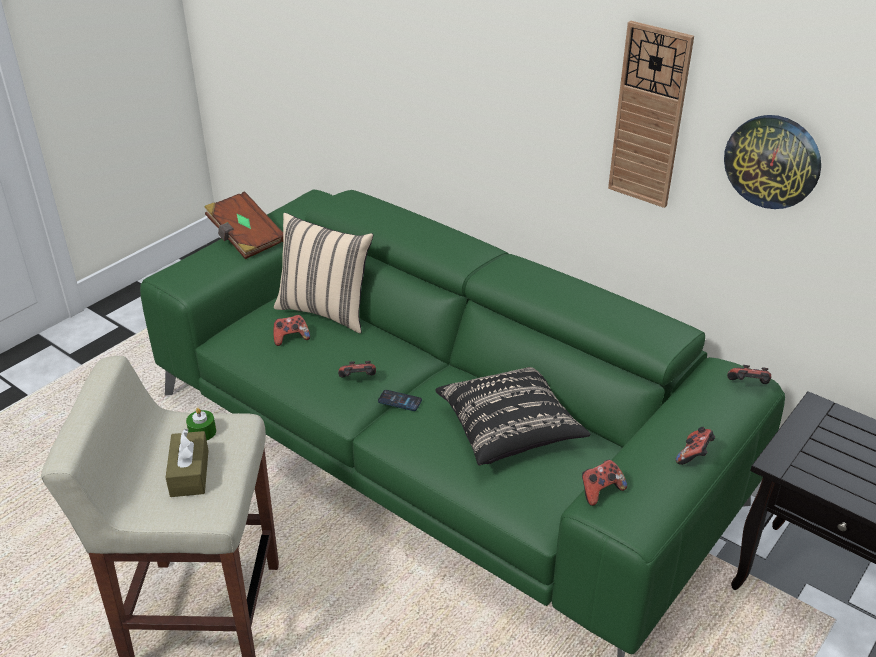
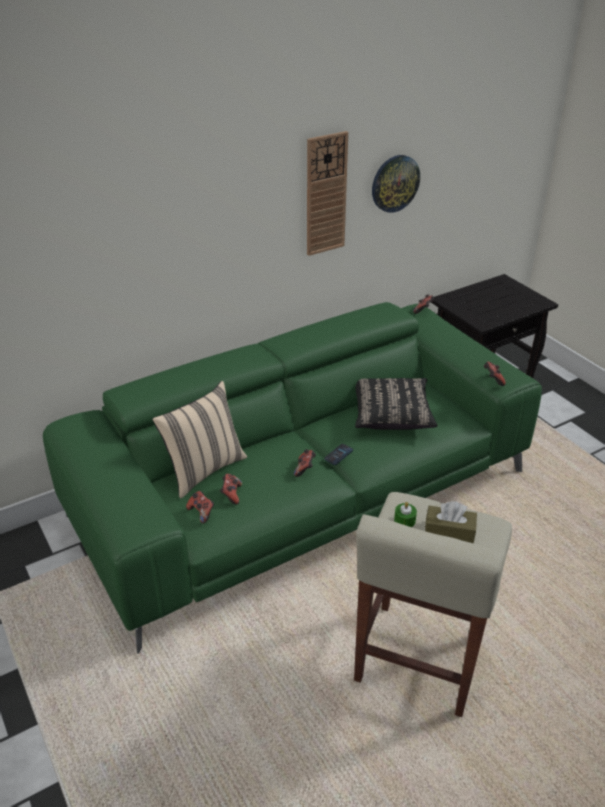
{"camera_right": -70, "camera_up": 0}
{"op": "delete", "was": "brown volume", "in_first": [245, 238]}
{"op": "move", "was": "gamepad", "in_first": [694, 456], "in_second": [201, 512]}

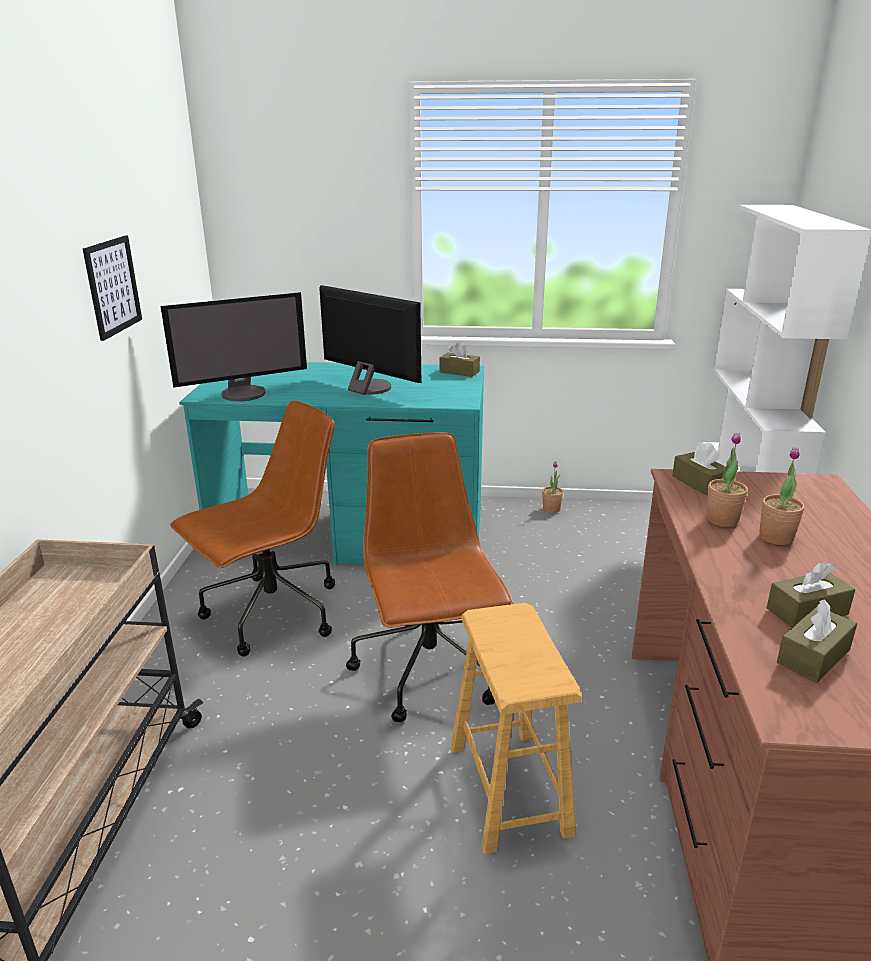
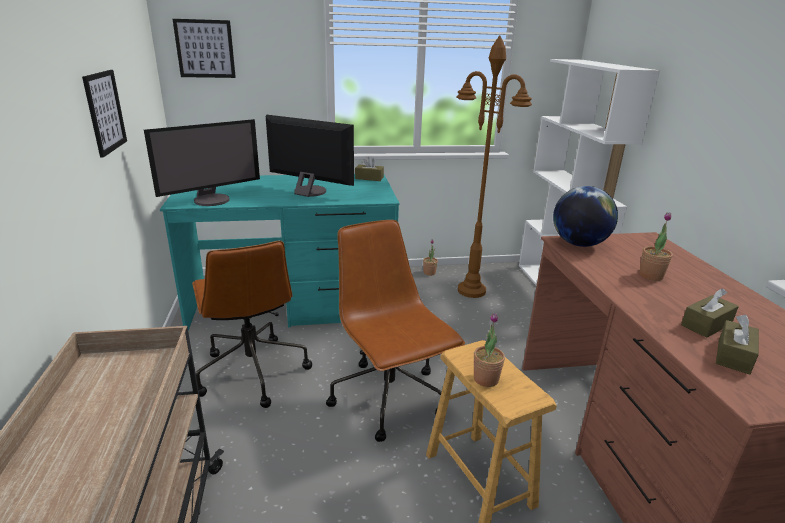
{"camera_right": -15, "camera_up": 0}
{"op": "rotate", "was": "brown computer chair", "in_first": [271, 615], "in_second": [252, 371], "clockwise": 120}
{"op": "replace", "was": "brown tissue box", "now": "globe", "in_first": [699, 483], "in_second": [579, 244]}
{"op": "move", "was": "plant in a pot", "in_first": [722, 520], "in_second": [486, 379]}
{"op": "insert", "now": "picture", "in_second": [205, 49]}
{"op": "insert", "now": "brown standing lamp", "in_second": [472, 291]}

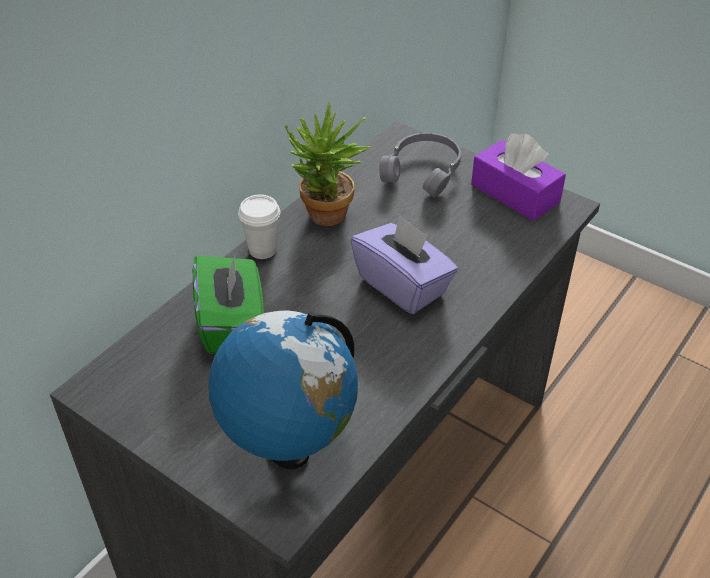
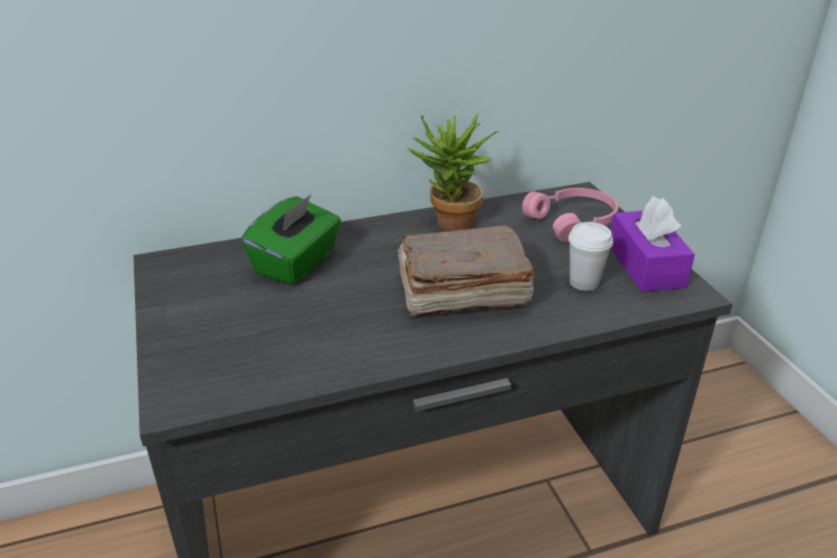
{"camera_right": 35, "camera_up": -10}
{"op": "delete", "was": "globe", "in_first": [289, 450]}
{"op": "move", "was": "white-coloured drinking cup", "in_first": [262, 250], "in_second": [584, 282]}
{"op": "replace", "was": "purplish tissue box", "now": "brown volume", "in_first": [403, 285], "in_second": [460, 291]}
{"op": "recolor", "was": "greyish pair of headphones", "now": "pink-coloured pair of headphones", "in_first": [424, 171], "in_second": [574, 222]}

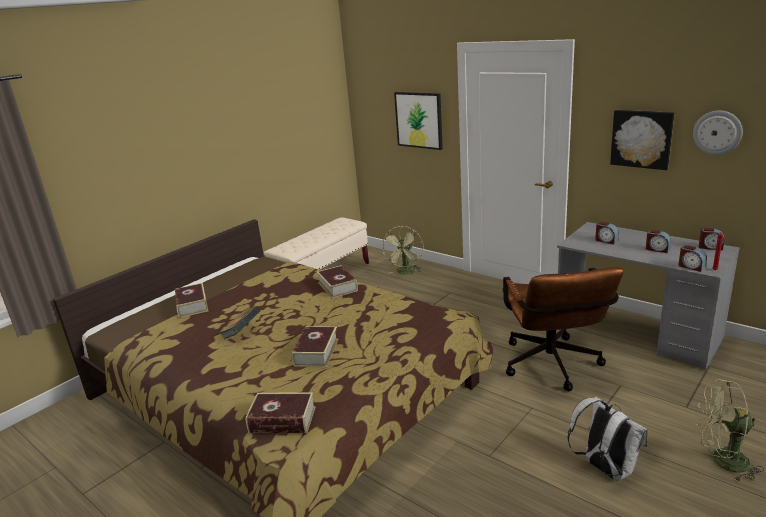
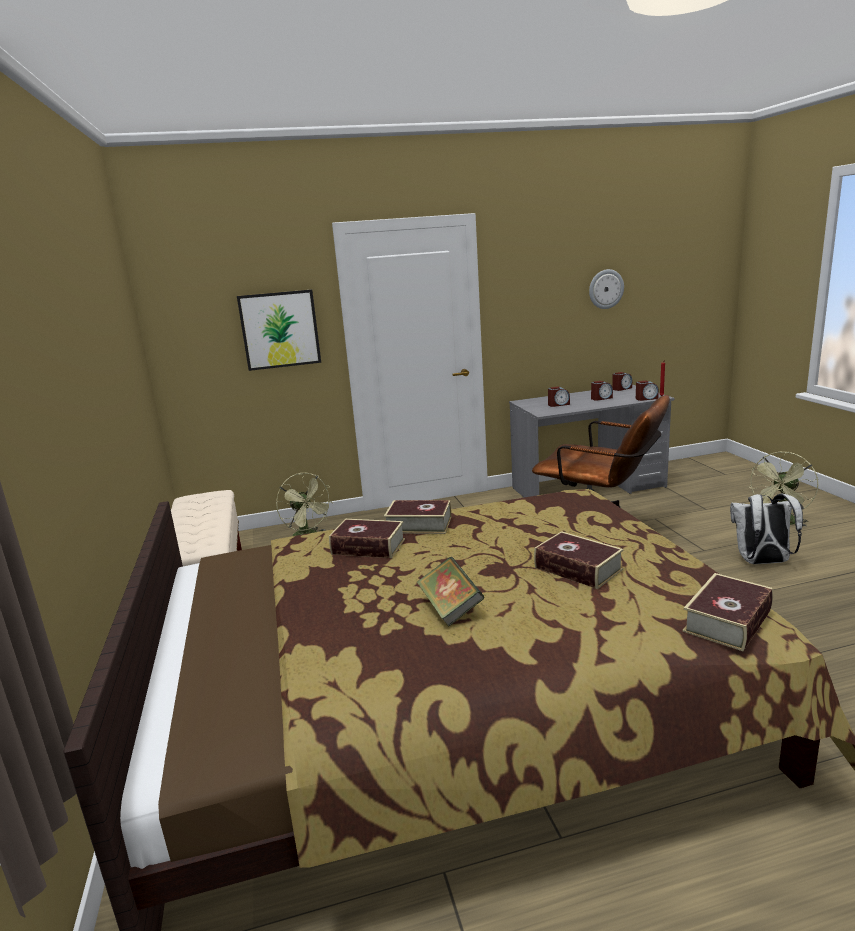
{"camera_right": -55, "camera_up": -5}
{"op": "move", "was": "volume", "in_first": [192, 305], "in_second": [368, 547]}
{"op": "delete", "was": "picture", "in_first": [641, 138]}

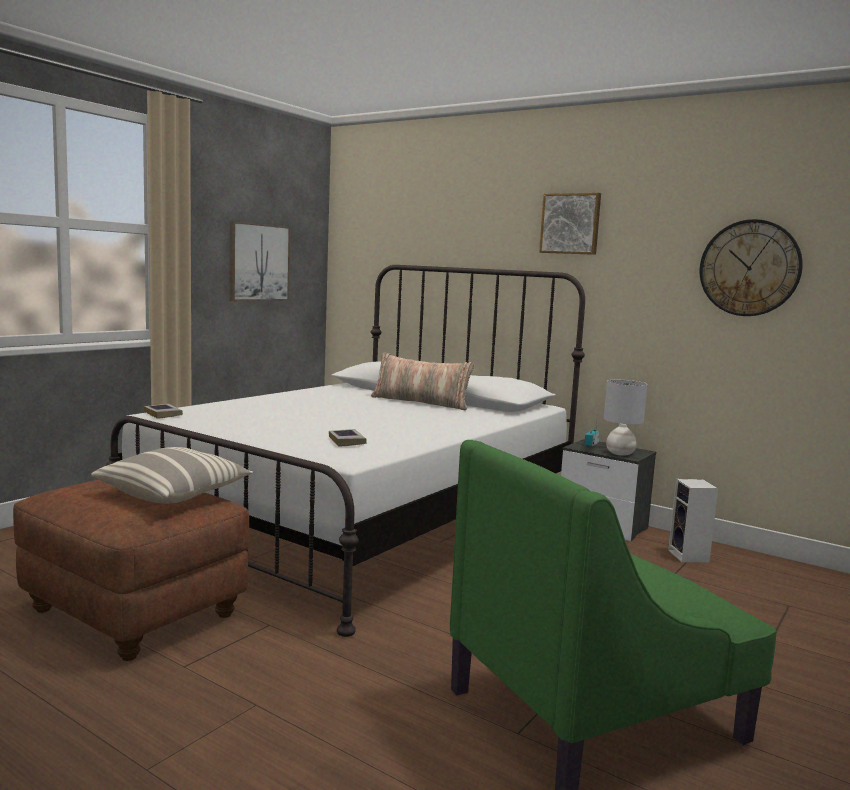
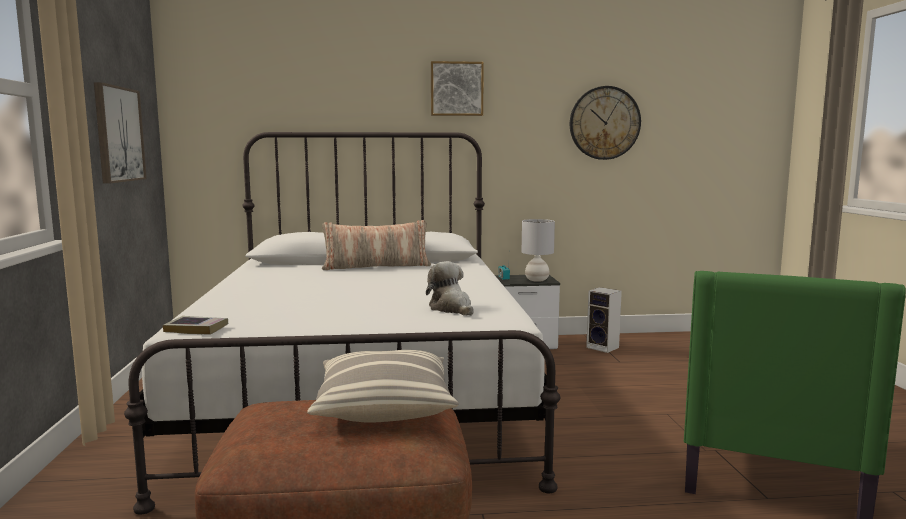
{"camera_right": -40, "camera_up": 0}
{"op": "replace", "was": "volume", "now": "plush toy", "in_first": [347, 441], "in_second": [451, 309]}

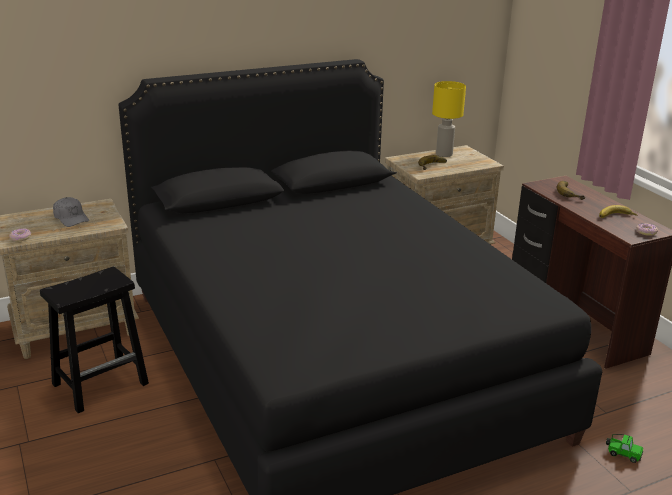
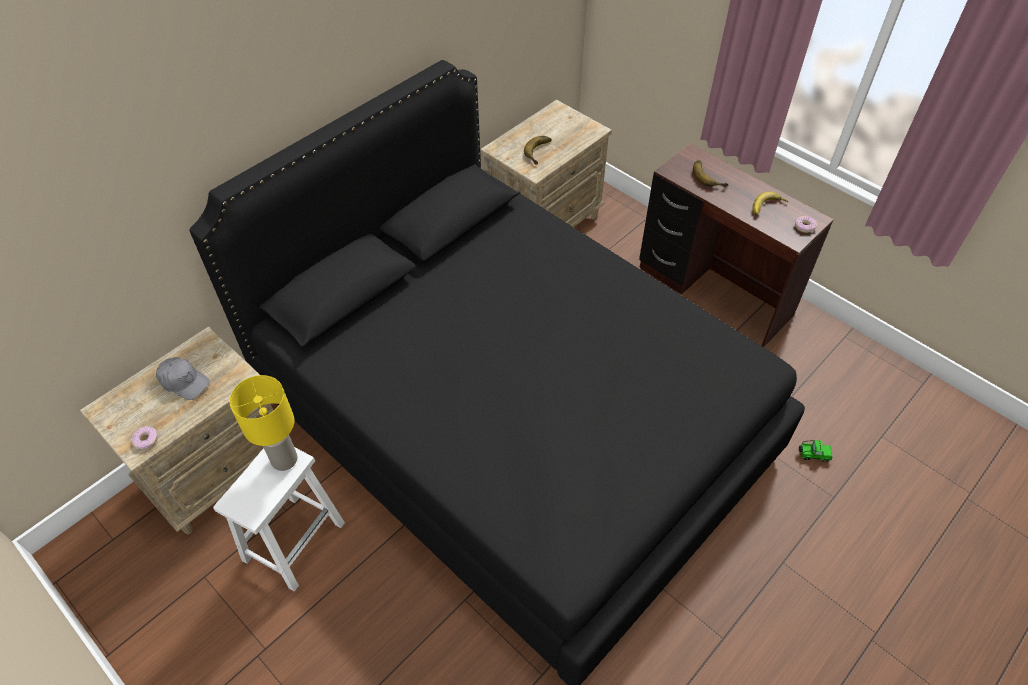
{"camera_right": -20, "camera_up": 25}
{"op": "recolor", "was": "black-coloured stool seat", "now": "white-coloured stool seat", "in_first": [101, 383], "in_second": [294, 540]}
{"op": "move", "was": "yellow-coloured lamp for a table", "in_first": [443, 154], "in_second": [283, 459]}

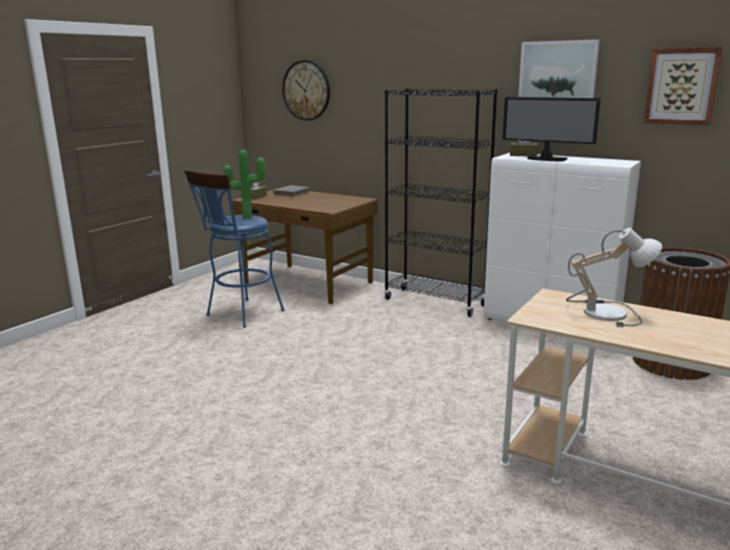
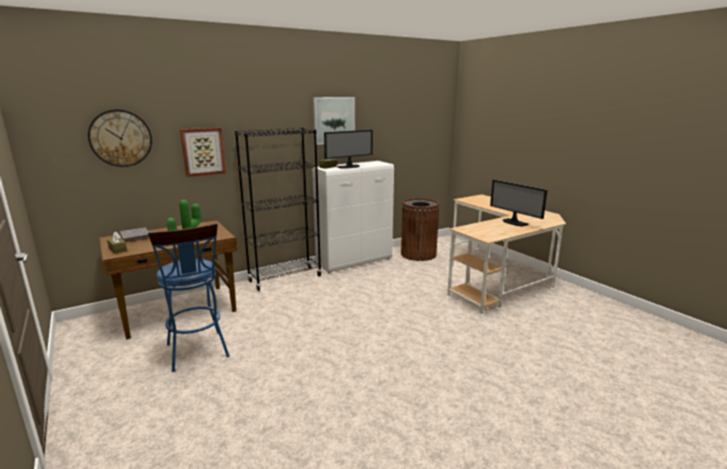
{"camera_right": -65, "camera_up": 0}
{"op": "delete", "was": "lamp for a table", "in_first": [606, 311]}
{"op": "move", "was": "picture", "in_first": [681, 86], "in_second": [203, 151]}
{"op": "insert", "now": "computer screen", "in_second": [514, 223]}

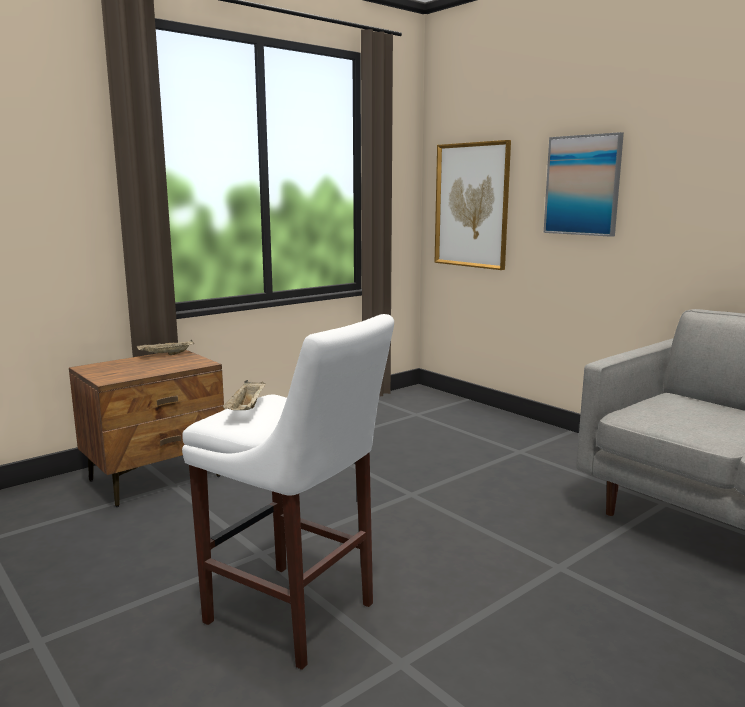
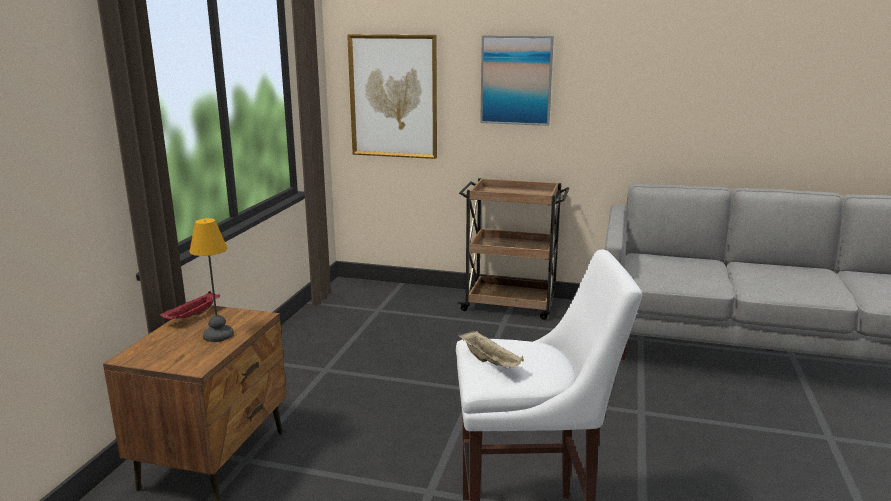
{"camera_right": -35, "camera_up": 5}
{"op": "recolor", "was": "beige-coloured carrying tray", "now": "reddish carrying tray", "in_first": [166, 355], "in_second": [192, 316]}
{"op": "insert", "now": "lamp for a table", "in_second": [219, 335]}
{"op": "insert", "now": "brown cart", "in_second": [511, 305]}

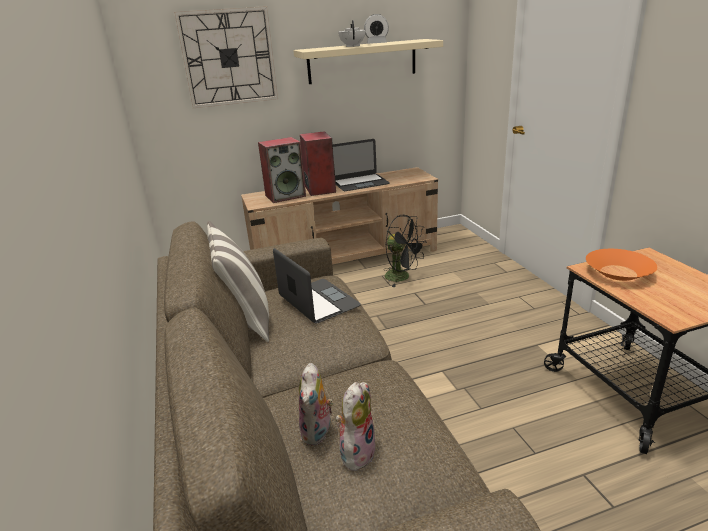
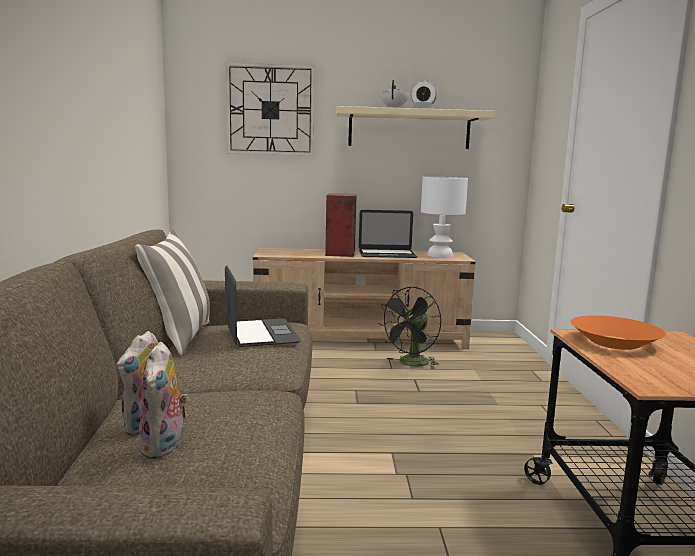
{"camera_right": 15, "camera_up": -15}
{"op": "delete", "was": "loudspeaker", "in_first": [286, 195]}
{"op": "rotate", "was": "plush toy", "in_first": [356, 451], "in_second": [165, 447], "clockwise": 135}
{"op": "rotate", "was": "black-coloured electric fan", "in_first": [402, 277], "in_second": [411, 364], "clockwise": 75}
{"op": "insert", "now": "white-coloured lamp for a table", "in_second": [440, 255]}

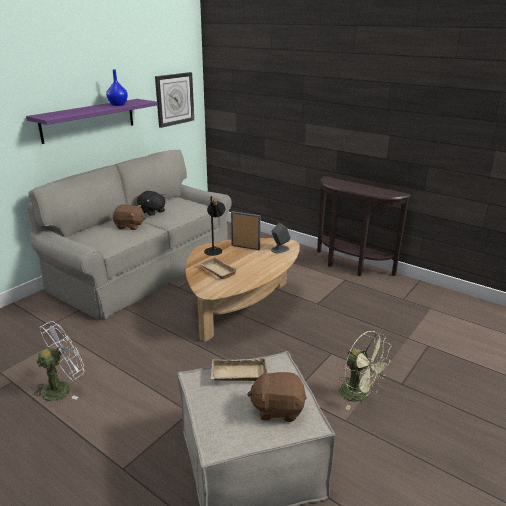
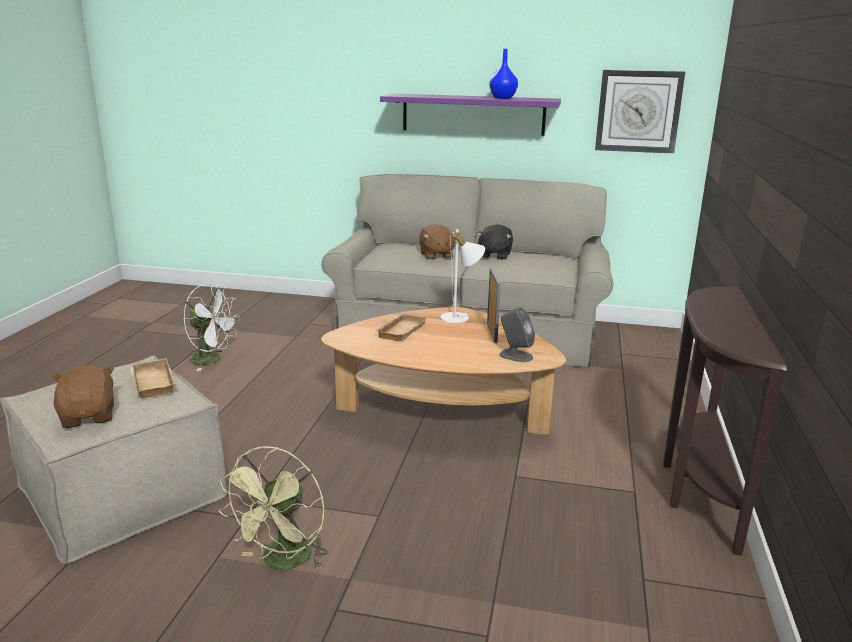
{"camera_right": 65, "camera_up": -5}
{"op": "recolor", "was": "black-coloured lamp for a table", "now": "white-coloured lamp for a table", "in_first": [214, 250], "in_second": [460, 317]}

